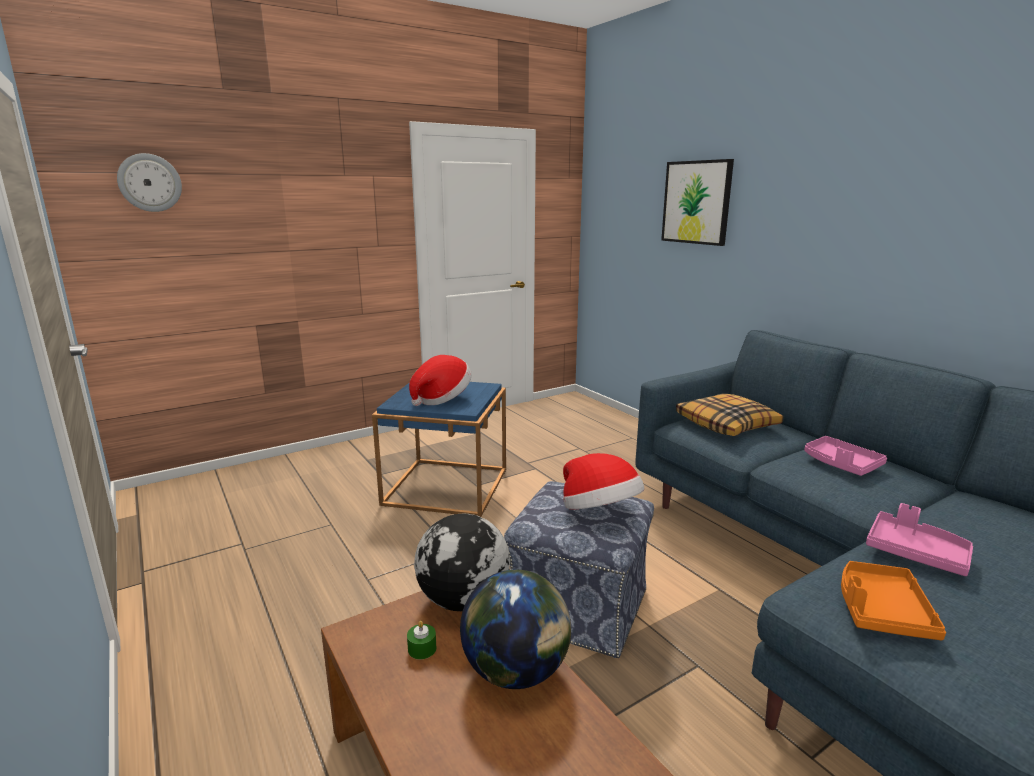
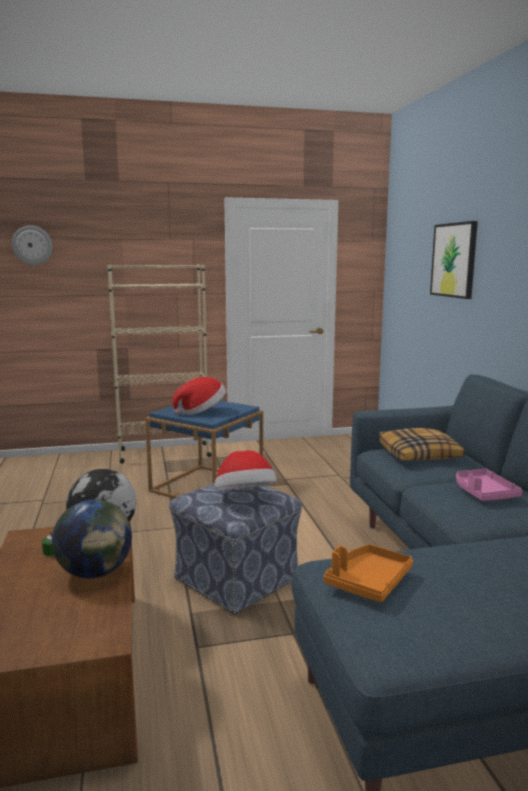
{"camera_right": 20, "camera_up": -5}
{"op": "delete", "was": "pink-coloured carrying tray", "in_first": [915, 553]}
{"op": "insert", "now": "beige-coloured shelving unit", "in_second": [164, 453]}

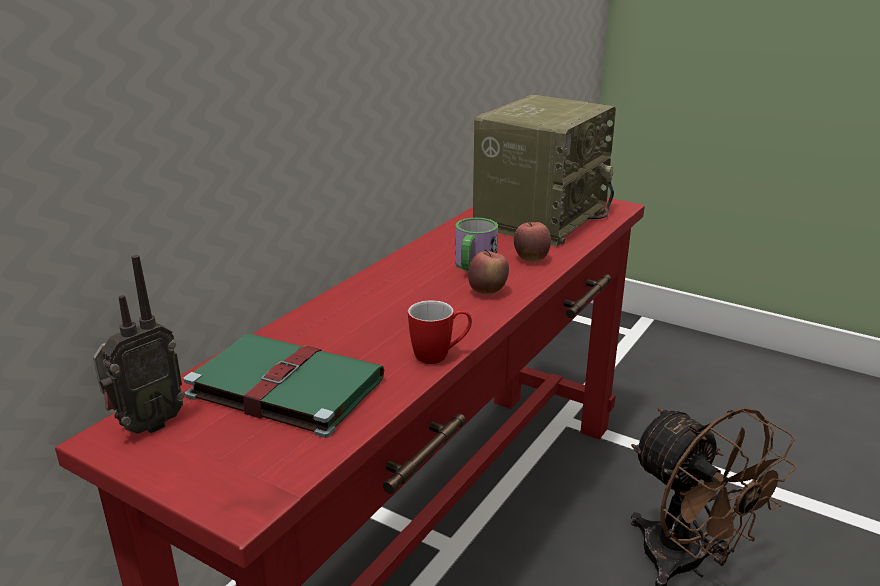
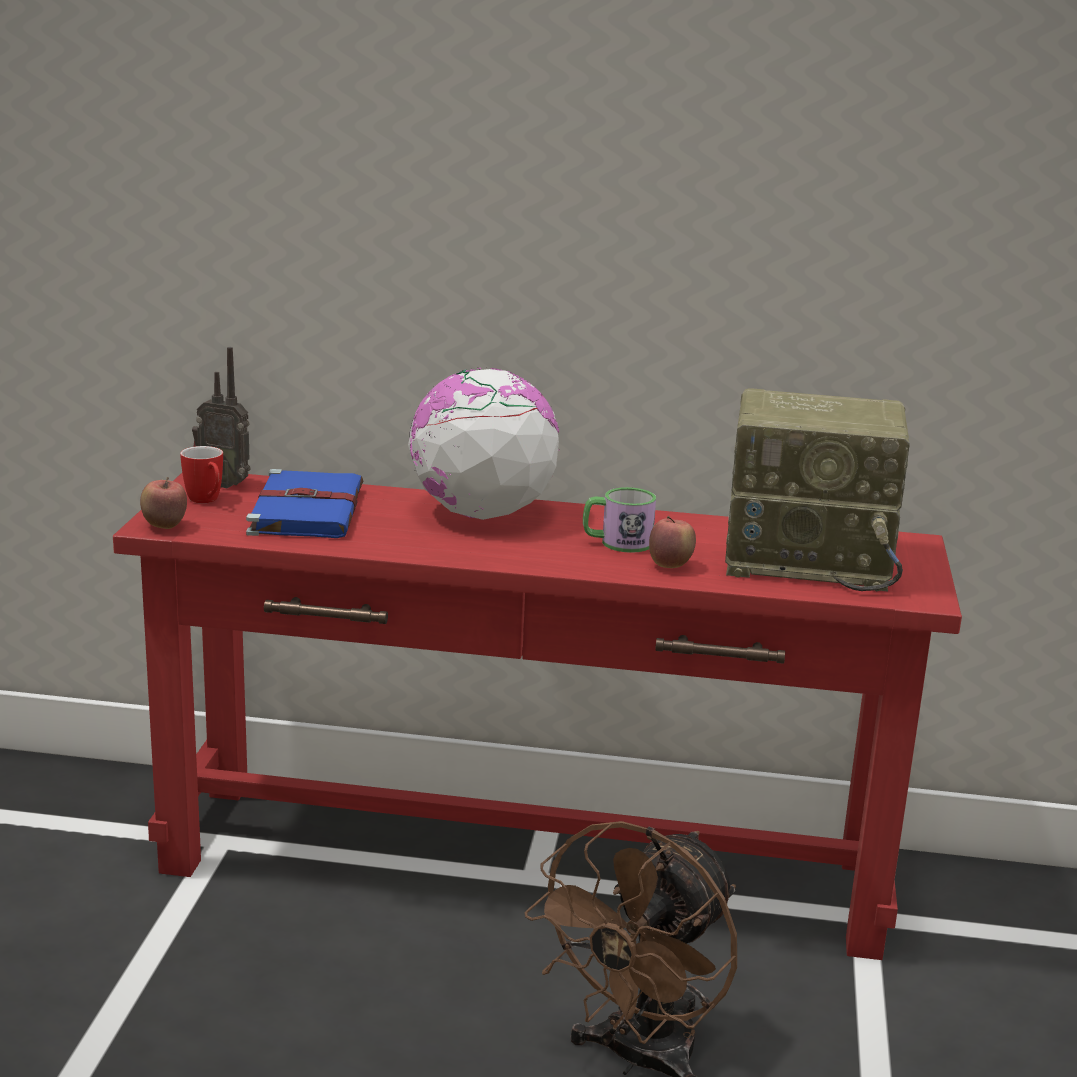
{"camera_right": 65, "camera_up": -5}
{"op": "recolor", "was": "green-coloured volume", "now": "bluish volume", "in_first": [283, 387], "in_second": [307, 510]}
{"op": "move", "was": "coffee mug", "in_first": [440, 356], "in_second": [207, 501]}
{"op": "move", "was": "apple fruit", "in_first": [487, 292], "in_second": [164, 527]}
{"op": "insert", "now": "globe", "in_second": [481, 513]}

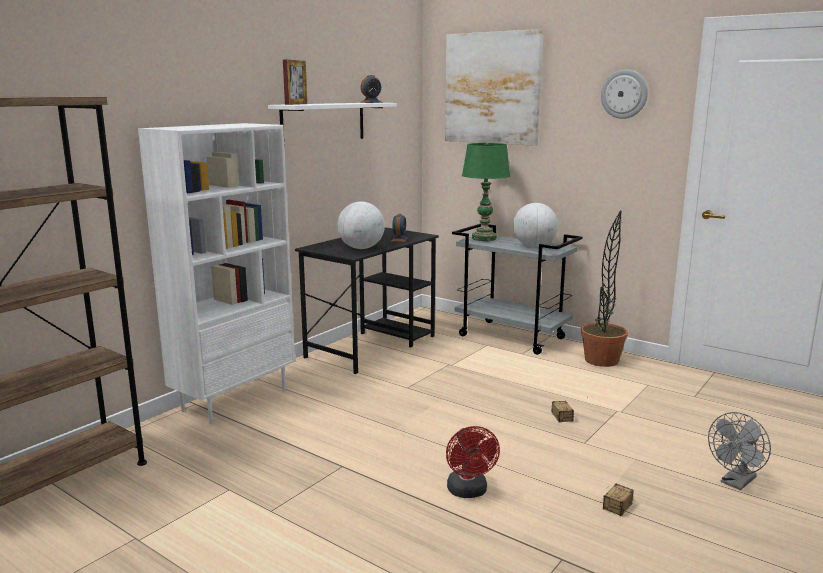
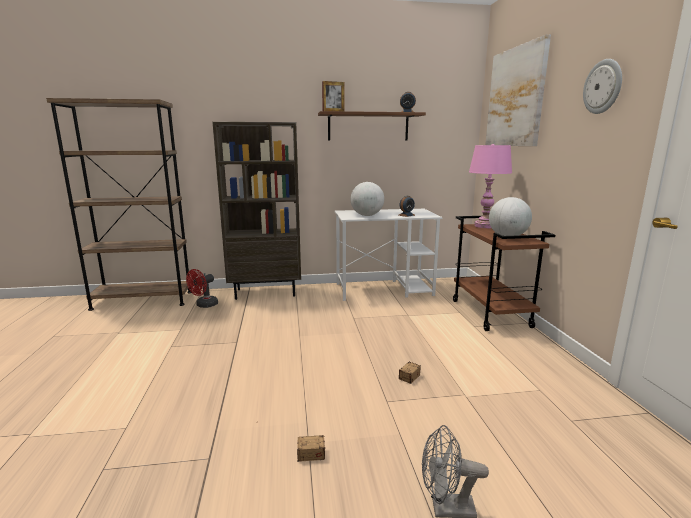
{"camera_right": 45, "camera_up": 0}
{"op": "recolor", "was": "white-coloured shelving unit", "now": "brown shelving unit", "in_first": [235, 399], "in_second": [266, 292]}
{"op": "recolor", "was": "white-coloured wall shelf", "now": "brown wall shelf", "in_first": [323, 122], "in_second": [368, 127]}
{"op": "recolor", "was": "black-coloured desk unit", "now": "white-coloured desk unit", "in_first": [372, 346], "in_second": [384, 289]}
{"op": "move", "was": "reddish electric fan", "in_first": [469, 492], "in_second": [204, 305]}
{"op": "recolor", "was": "greyish cart", "now": "brown cart", "in_first": [512, 337], "in_second": [491, 314]}
{"op": "recolor", "was": "green-coloured lamp for a table", "now": "pink-coloured lamp for a table", "in_first": [484, 238], "in_second": [485, 226]}
{"op": "delete", "was": "plant in a pot", "in_first": [601, 360]}

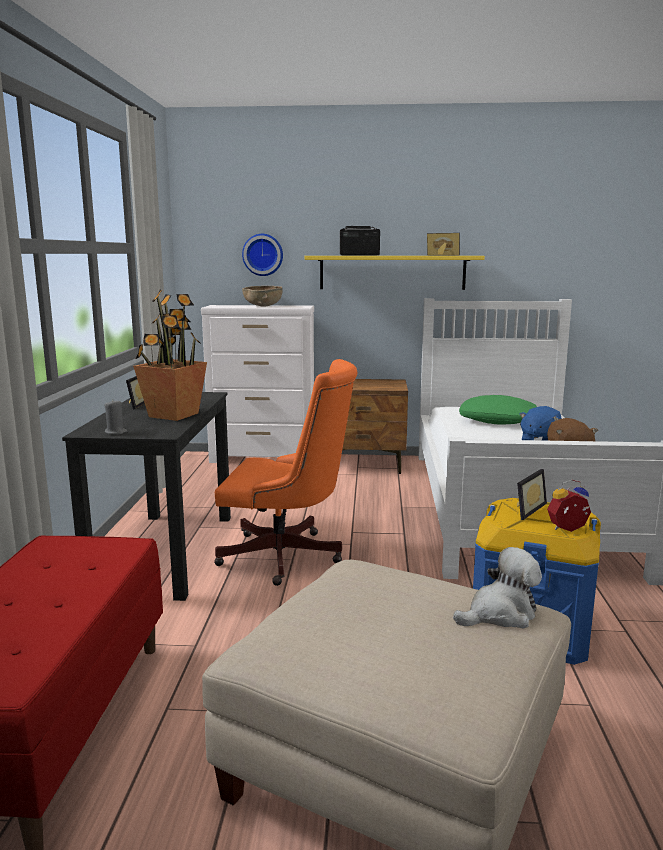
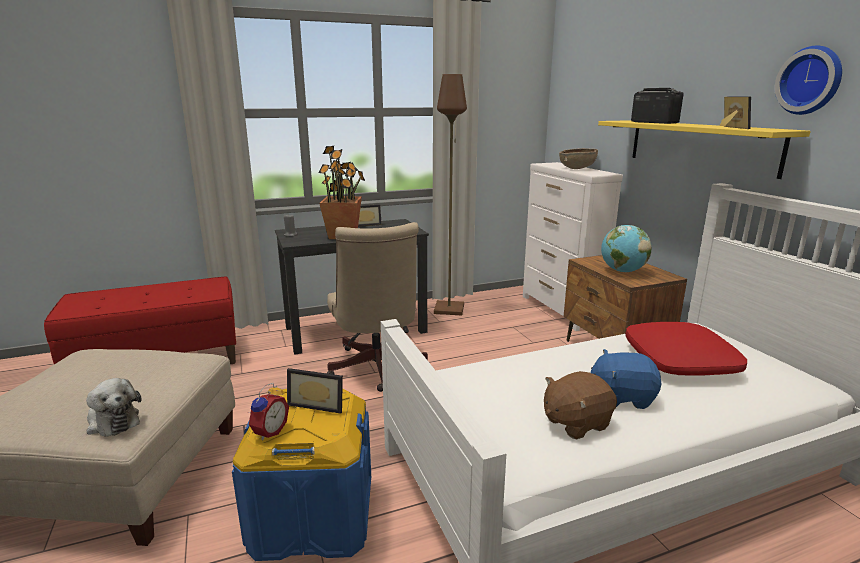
{"camera_right": 65, "camera_up": 5}
{"op": "recolor", "was": "orangey computer chair", "now": "beige-coloured computer chair", "in_first": [288, 557], "in_second": [376, 369]}
{"op": "move", "was": "hanging clock", "in_first": [263, 254], "in_second": [811, 80]}
{"op": "recolor", "was": "green-coloured cushion", "now": "reddish cushion", "in_first": [497, 420], "in_second": [680, 360]}
{"op": "rotate", "was": "alarm clock", "in_first": [568, 530], "in_second": [269, 431], "clockwise": 60}
{"op": "insert", "now": "brown standing lamp", "in_second": [449, 309]}
{"op": "insert", "now": "globe", "in_second": [622, 271]}

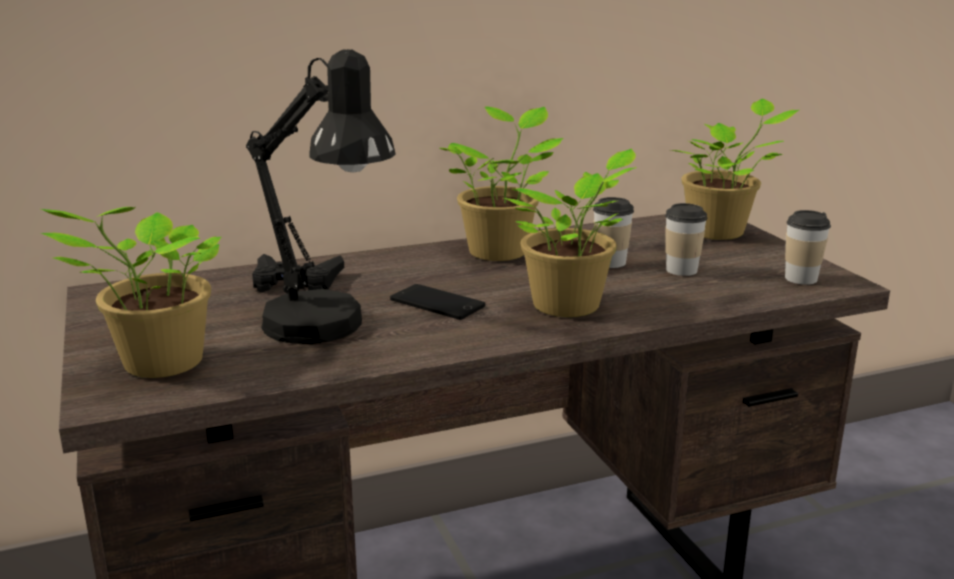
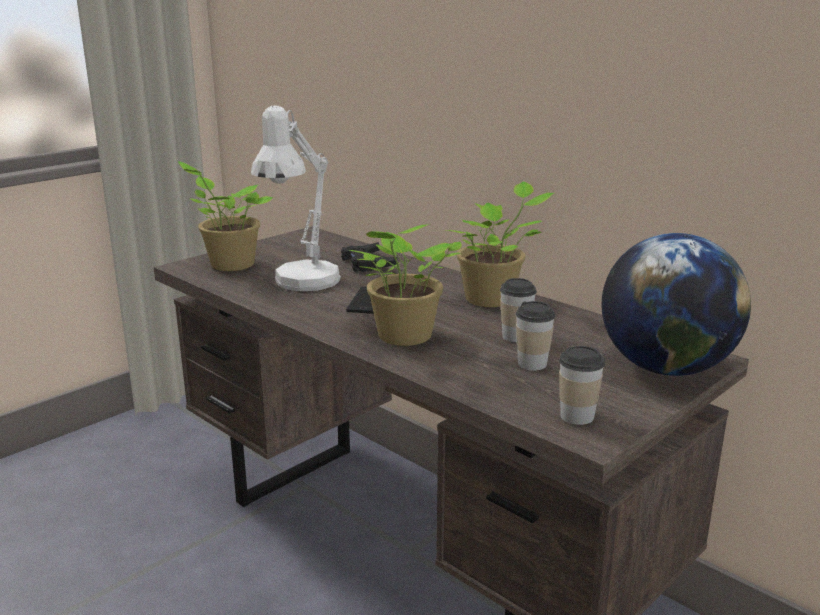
{"camera_right": 65, "camera_up": 0}
{"op": "recolor", "was": "black-coloured lamp for a table", "now": "white-coloured lamp for a table", "in_first": [326, 329], "in_second": [301, 285]}
{"op": "replace", "was": "plant in a pot", "now": "globe", "in_first": [720, 232], "in_second": [665, 368]}

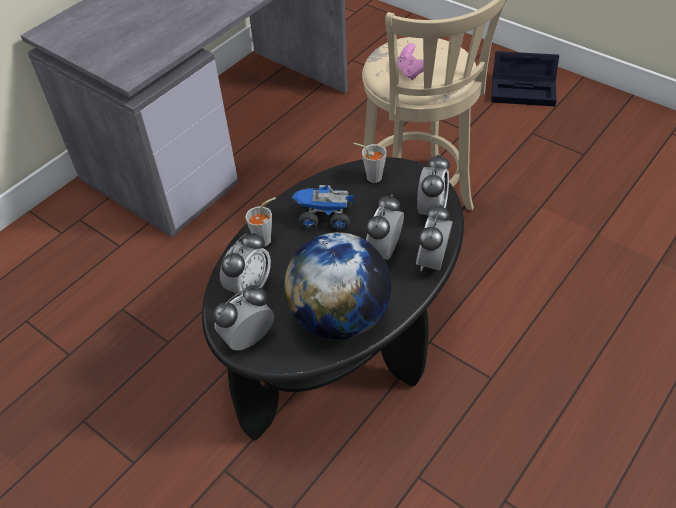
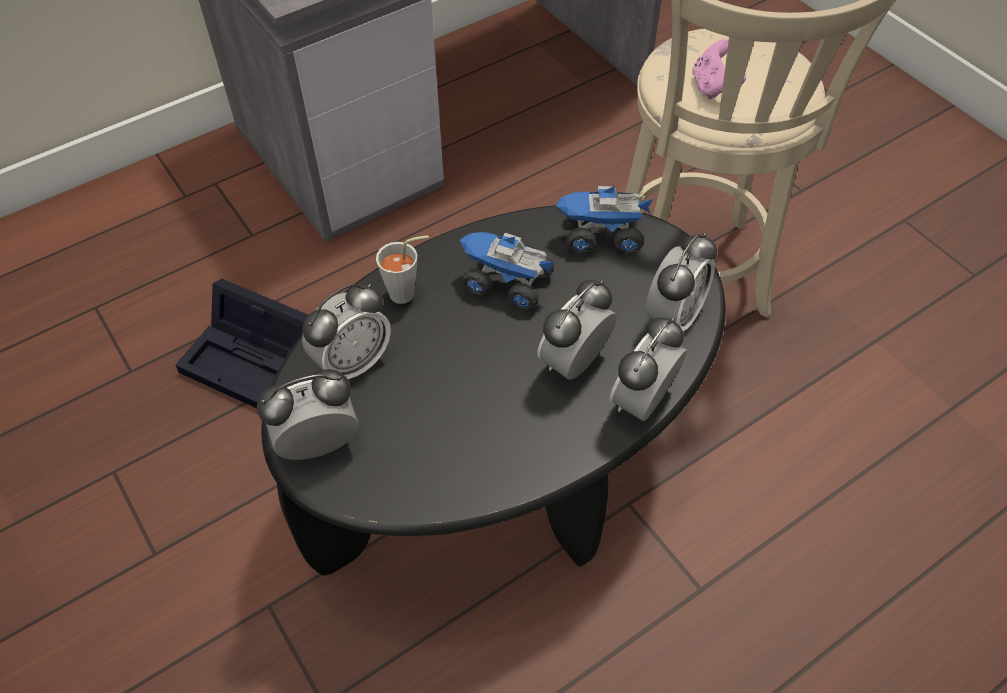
{"camera_right": 15, "camera_up": 5}
{"op": "delete", "was": "globe", "in_first": [340, 317]}
{"op": "replace", "was": "greyish drinking cup", "now": "toy lorry", "in_first": [370, 176], "in_second": [600, 236]}
{"op": "move", "was": "black-coloured storage bin", "in_first": [525, 89], "in_second": [257, 361]}

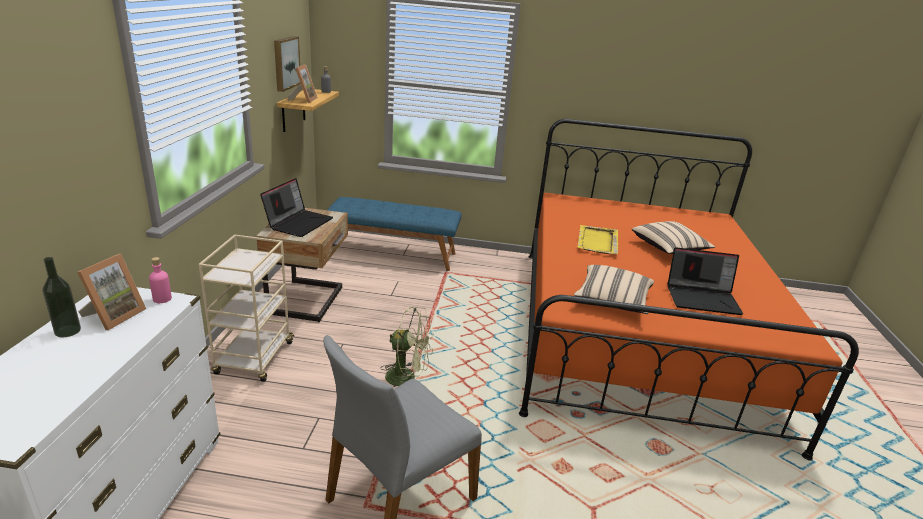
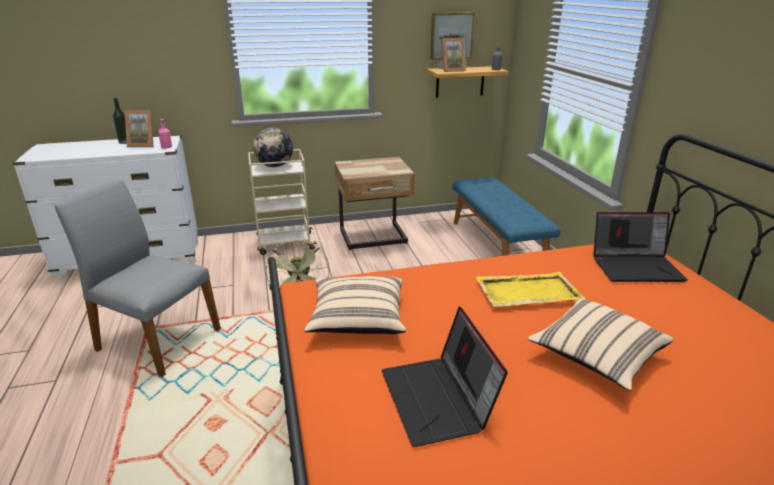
{"camera_right": 70, "camera_up": 0}
{"op": "move", "was": "portable computer", "in_first": [299, 223], "in_second": [636, 267]}
{"op": "insert", "now": "globe", "in_second": [275, 166]}

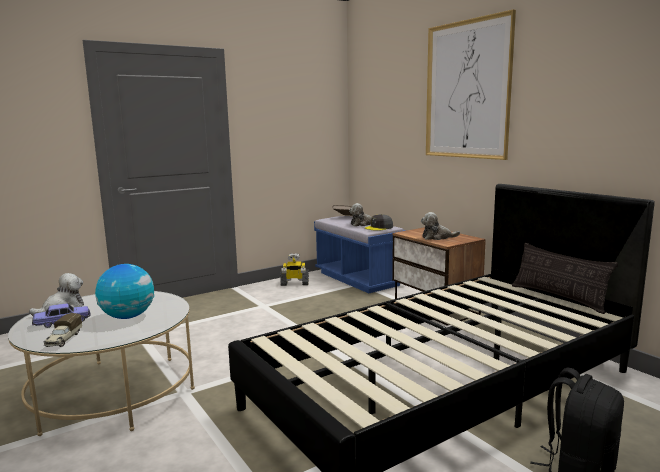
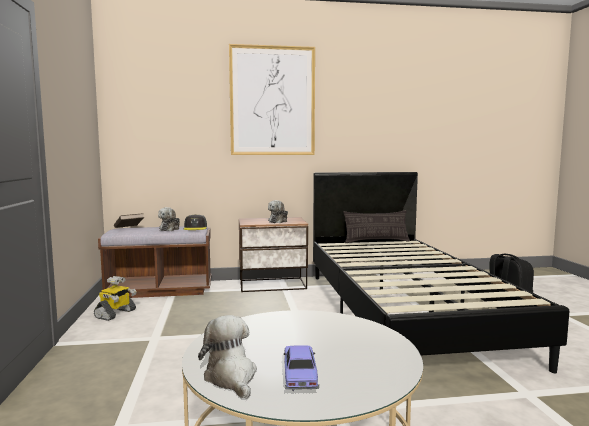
{"camera_right": -65, "camera_up": -5}
{"op": "delete", "was": "toy lorry", "in_first": [63, 340]}
{"op": "delete", "was": "globe", "in_first": [128, 317]}
{"op": "recolor", "was": "bluish bench", "now": "brown bench", "in_first": [358, 279], "in_second": [160, 290]}

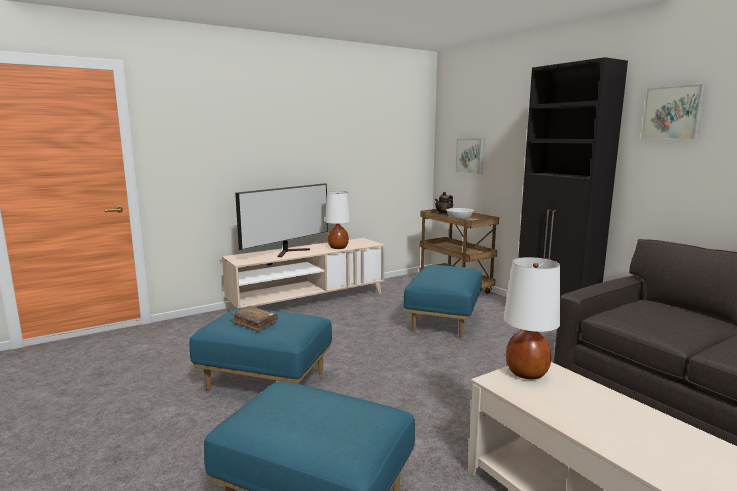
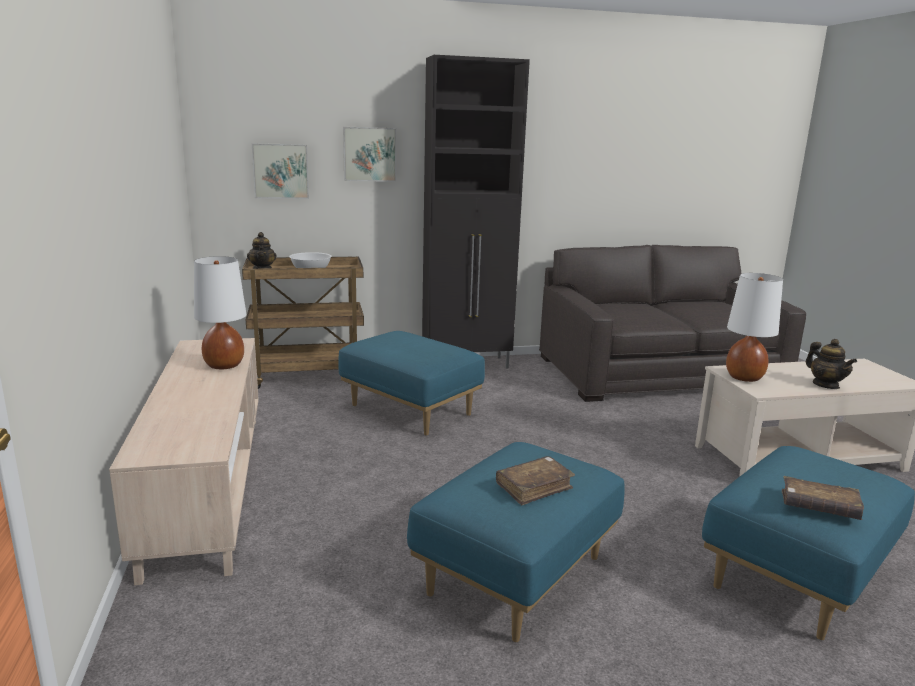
{"camera_right": -70, "camera_up": 5}
{"op": "delete", "was": "TV set", "in_first": [290, 252]}
{"op": "move", "was": "picture", "in_first": [673, 113], "in_second": [369, 154]}
{"op": "insert", "now": "brown volume", "in_second": [819, 507]}
{"op": "insert", "now": "tea pot", "in_second": [825, 385]}

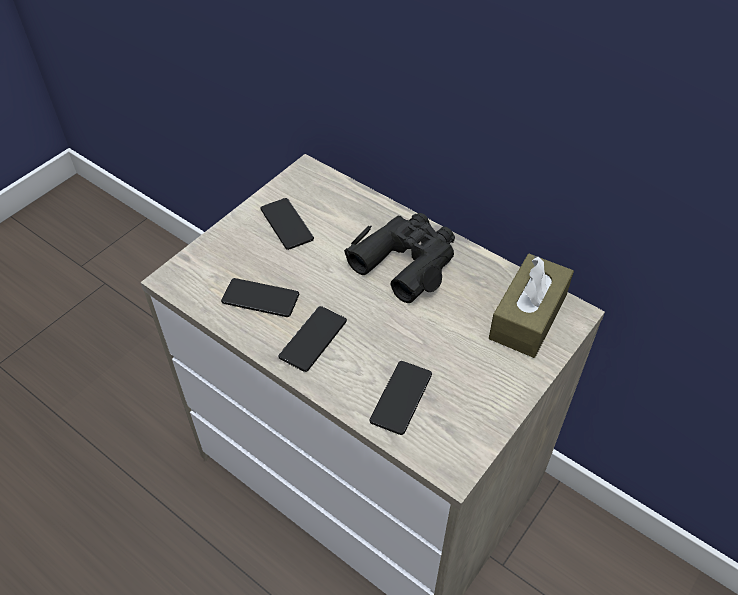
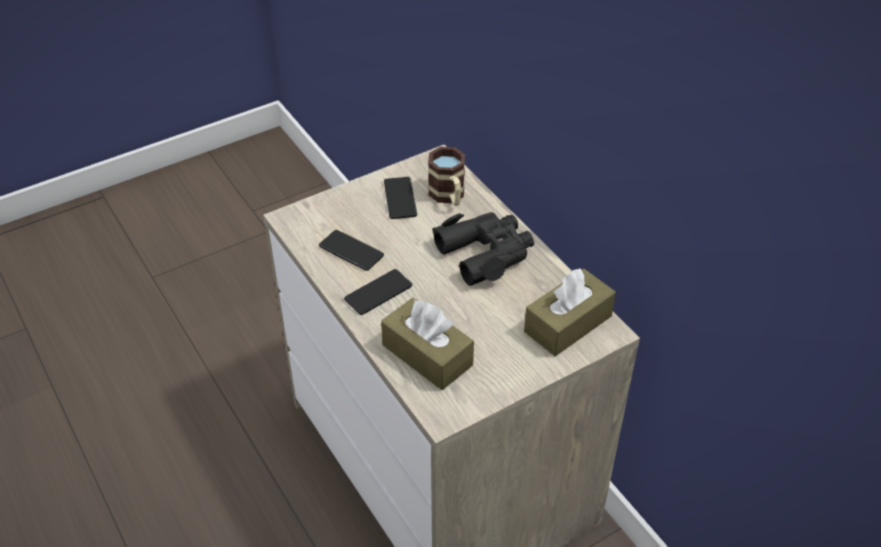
{"camera_right": 20, "camera_up": -5}
{"op": "replace", "was": "telephone", "now": "brown tissue box", "in_first": [401, 398], "in_second": [427, 355]}
{"op": "insert", "now": "coffee mug", "in_second": [449, 196]}

